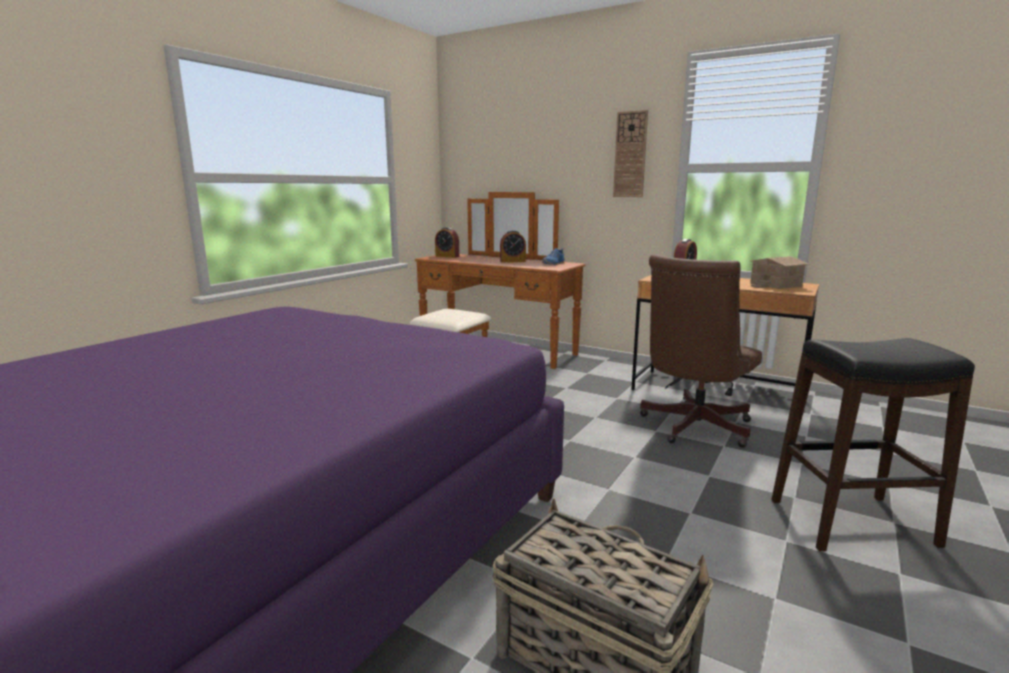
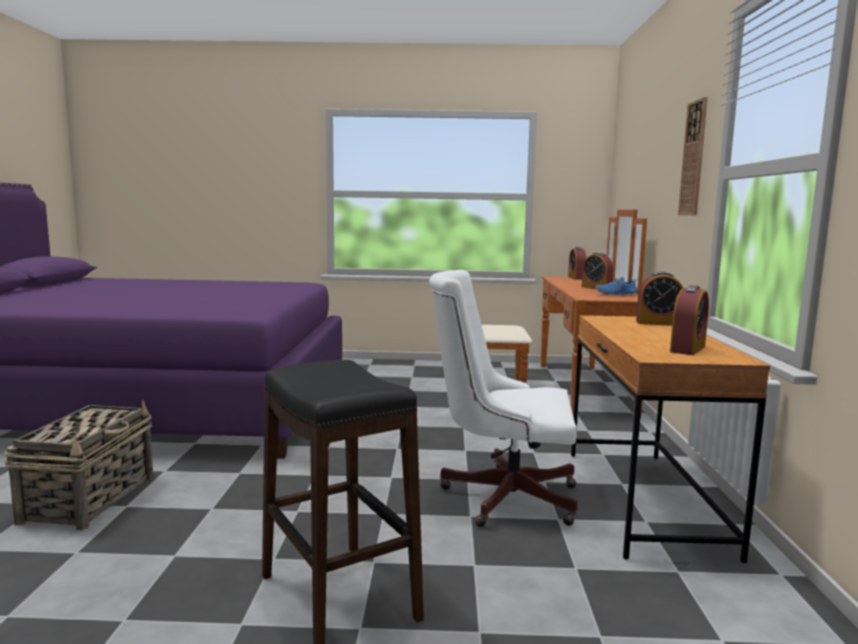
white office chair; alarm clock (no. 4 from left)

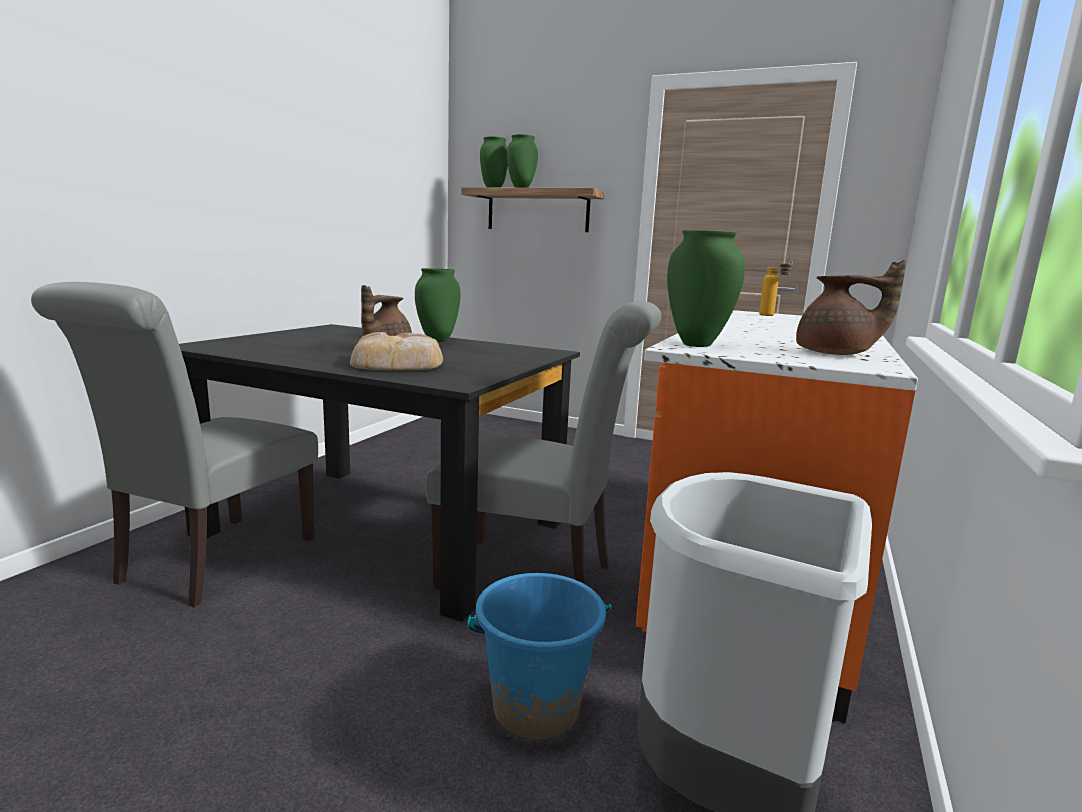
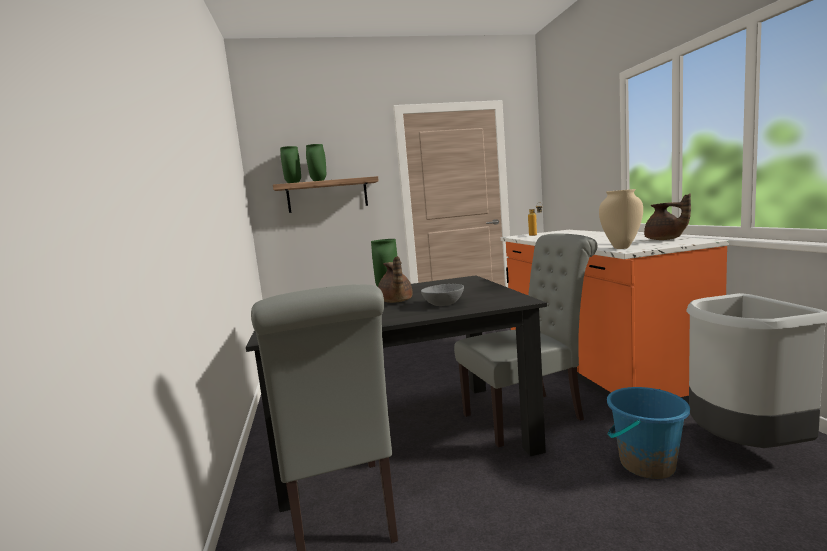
beige vase; brown teapot (no. 2 from left); grey bowl

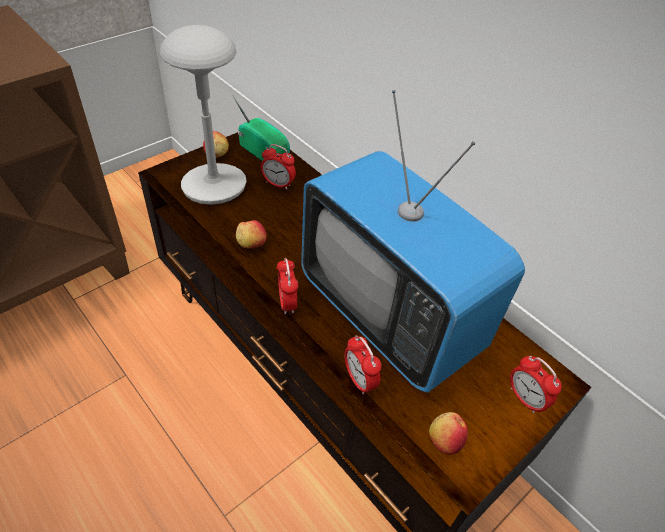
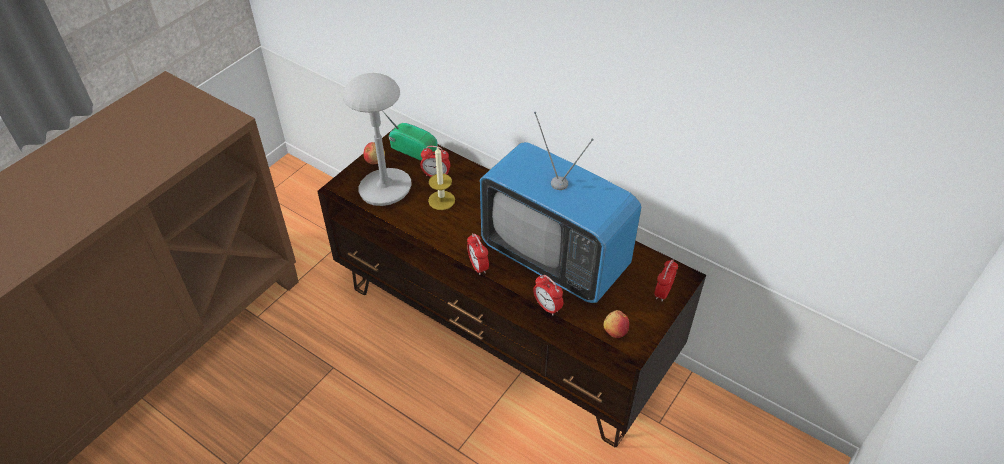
apple (no. 2 from left in the first image); alarm clock (no. 4 from left); candle

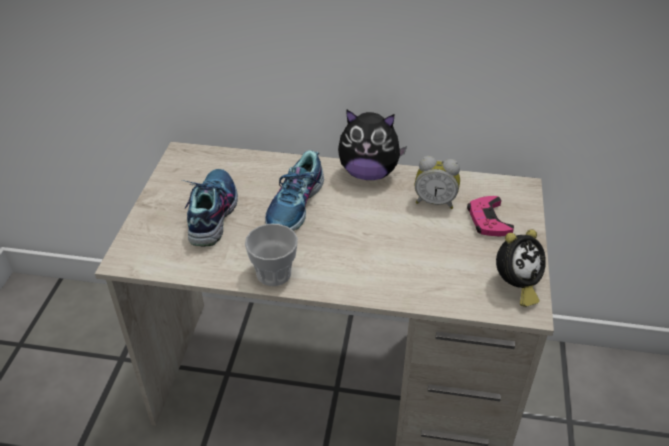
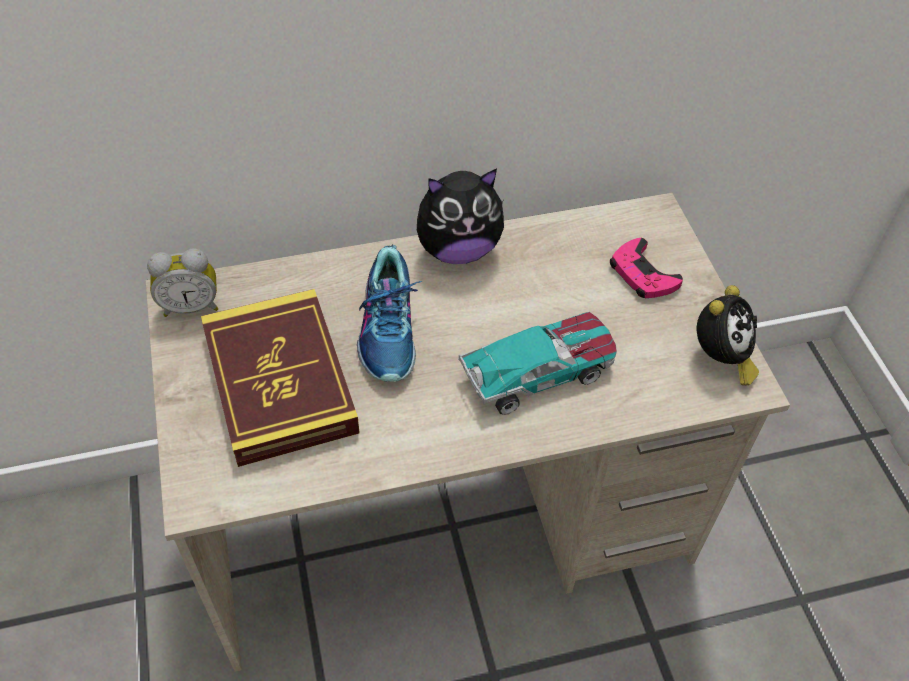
alarm clock (no. 1 from left); book; cup; toy car

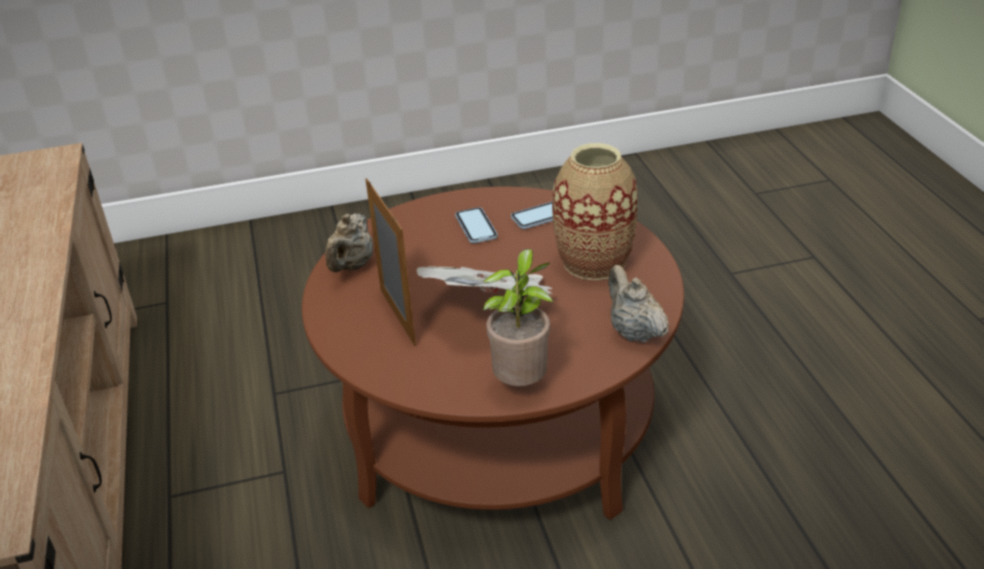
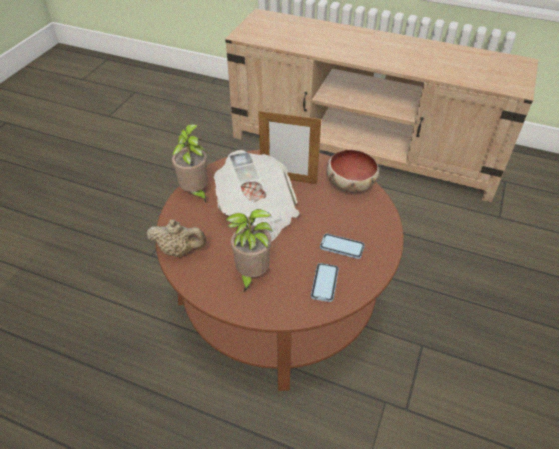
potted plant (no. 2 from left); bowl

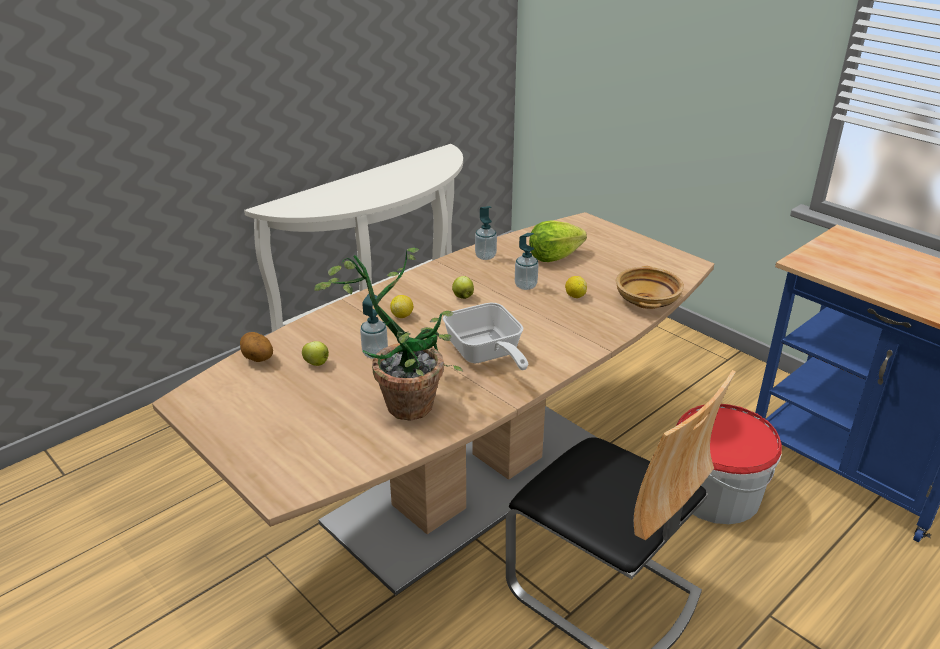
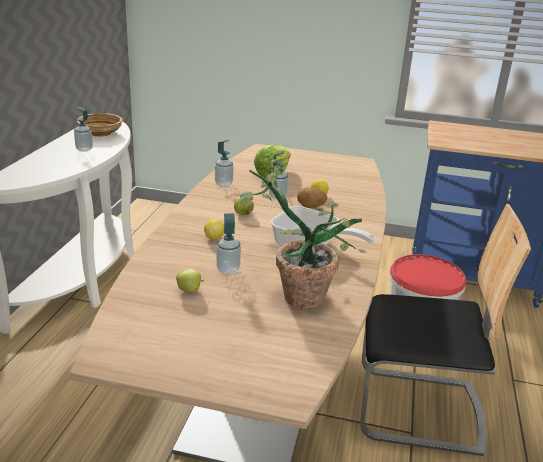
beige bowl; potato; soap dispenser (no. 1 from left)

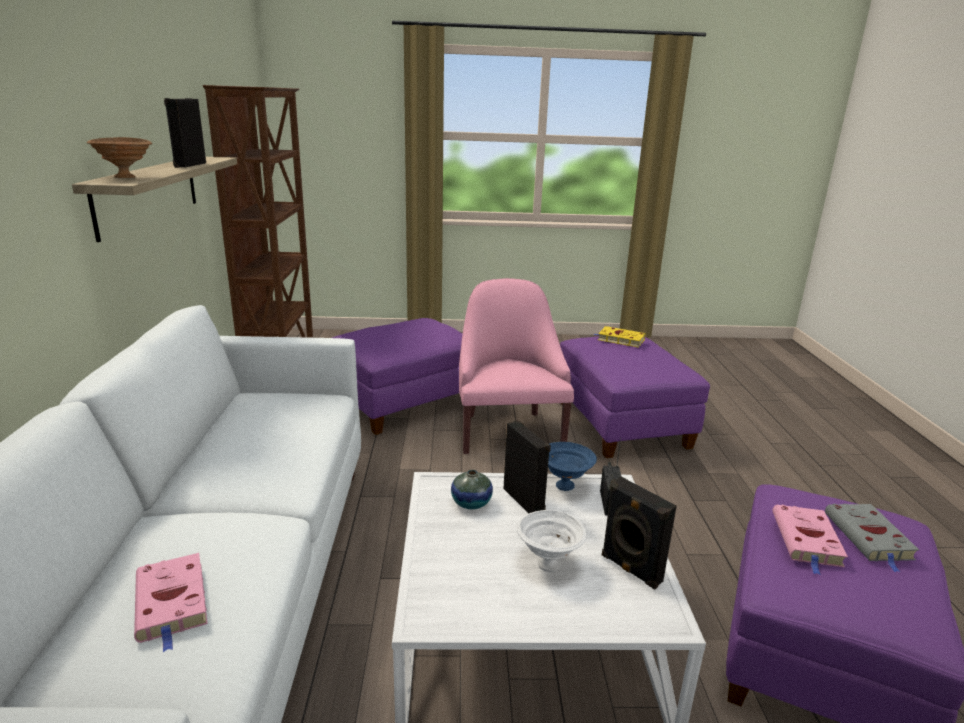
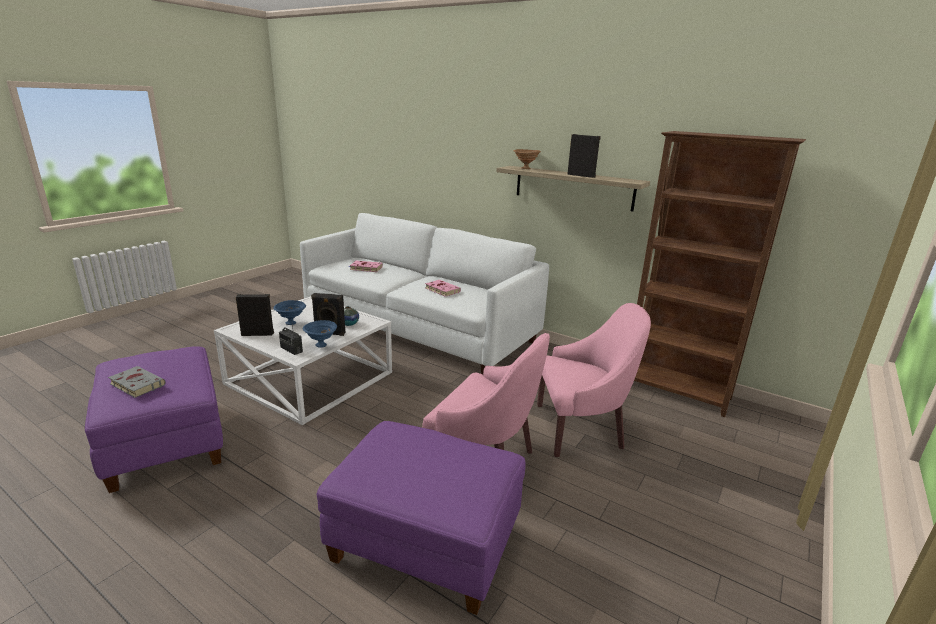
pink armchair (no. 2 from left); yellow book; pink book (no. 2 from left); blue bowl (no. 1 from left)

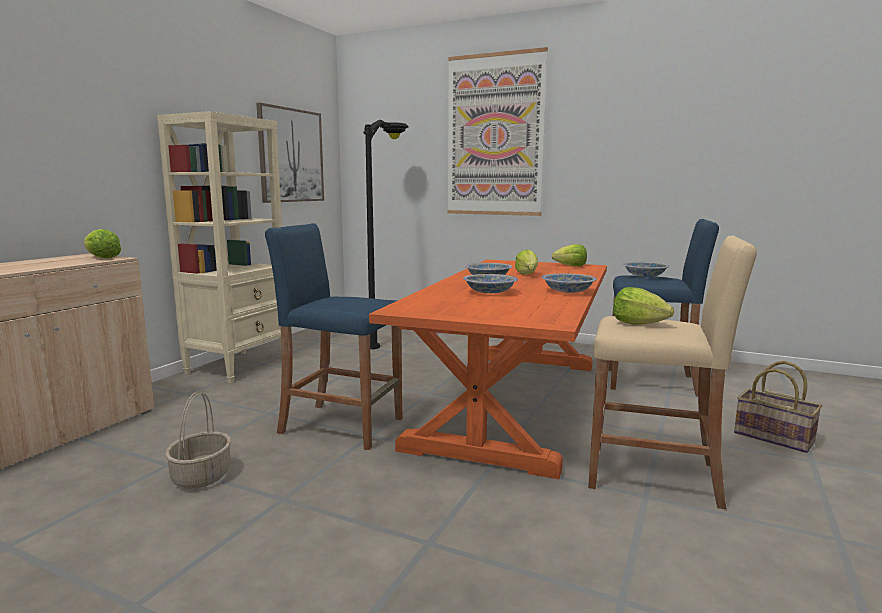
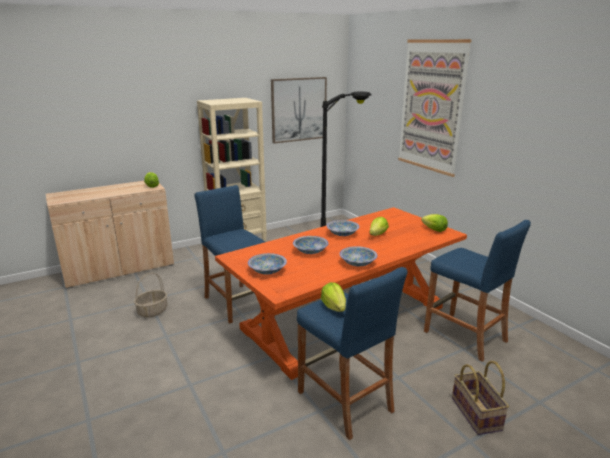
blue stool (no. 2 from left); bowl (no. 1 from left)

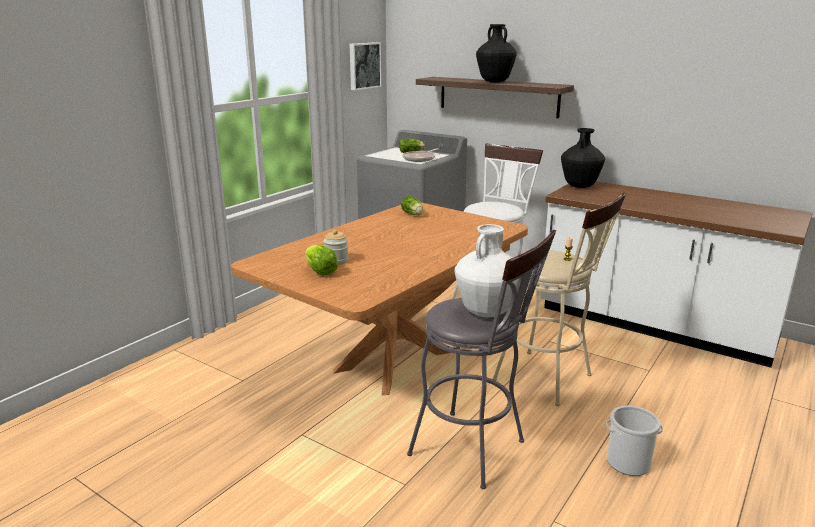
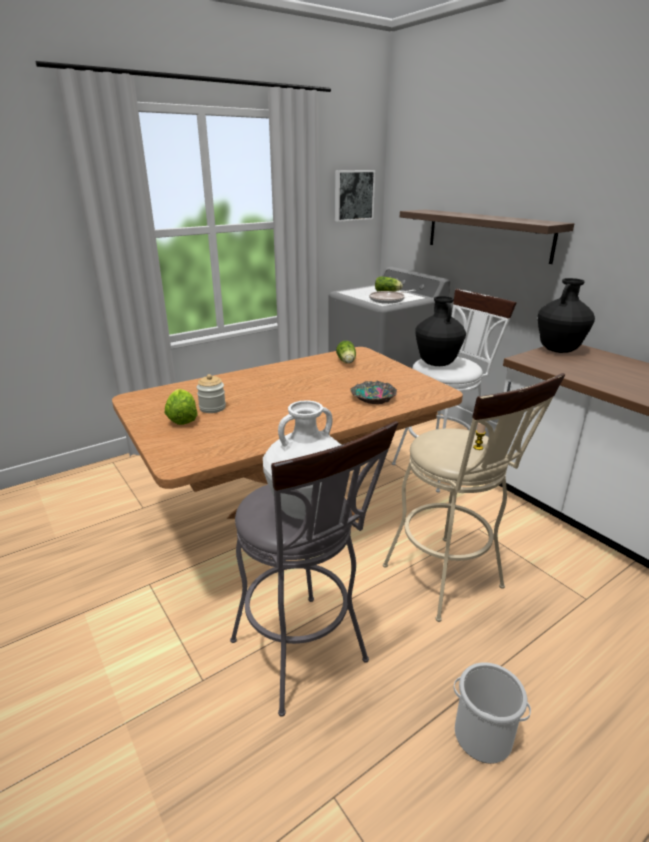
black vase (no. 1 from left); bowl

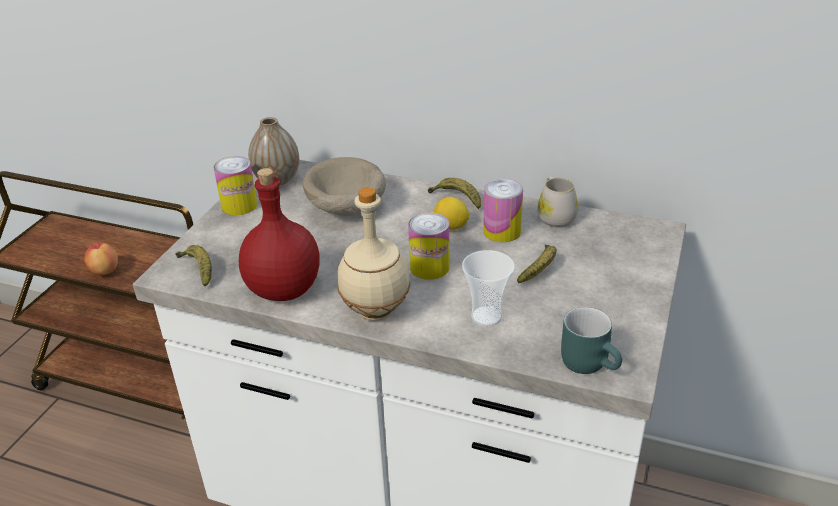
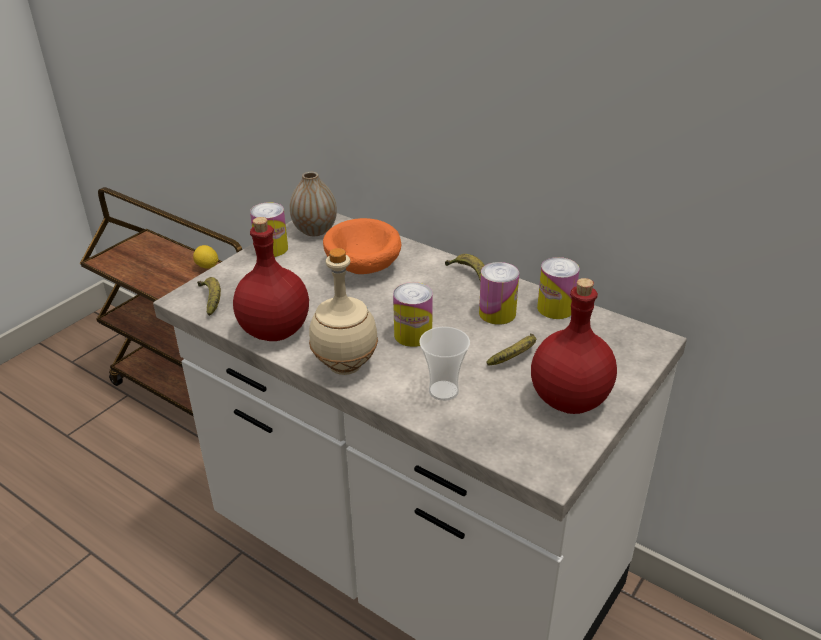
orange bowl; can (no. 4 from left); lemon; apple; turquoise mug; red bottle (no. 2 from left)

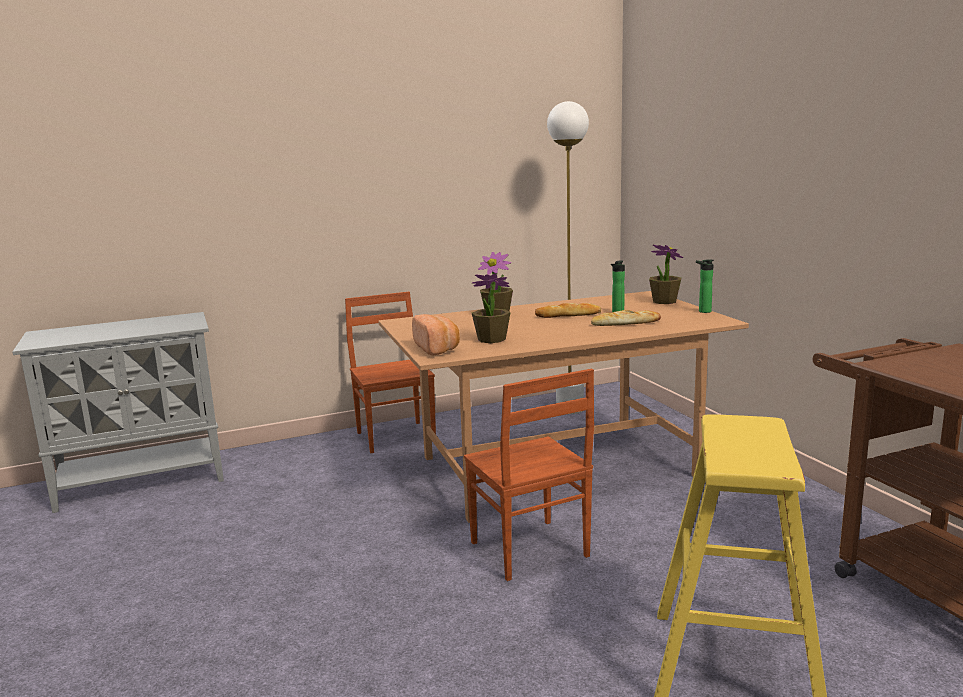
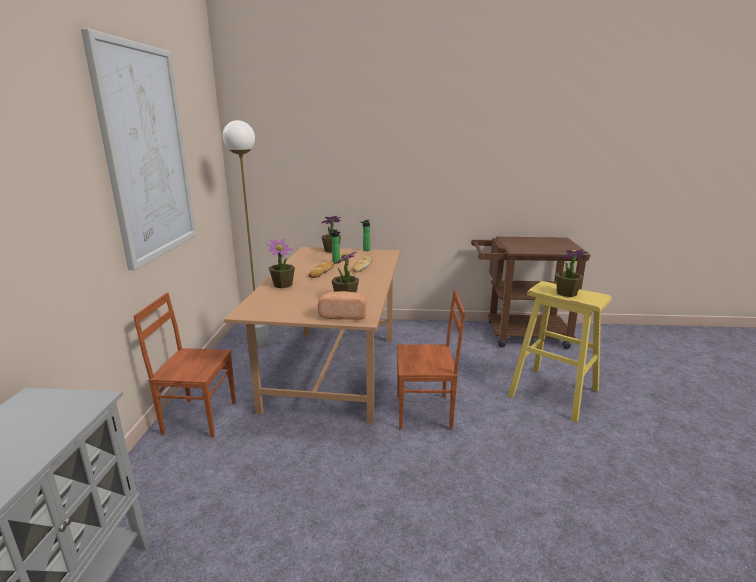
picture; potted plant (no. 4 from left)

